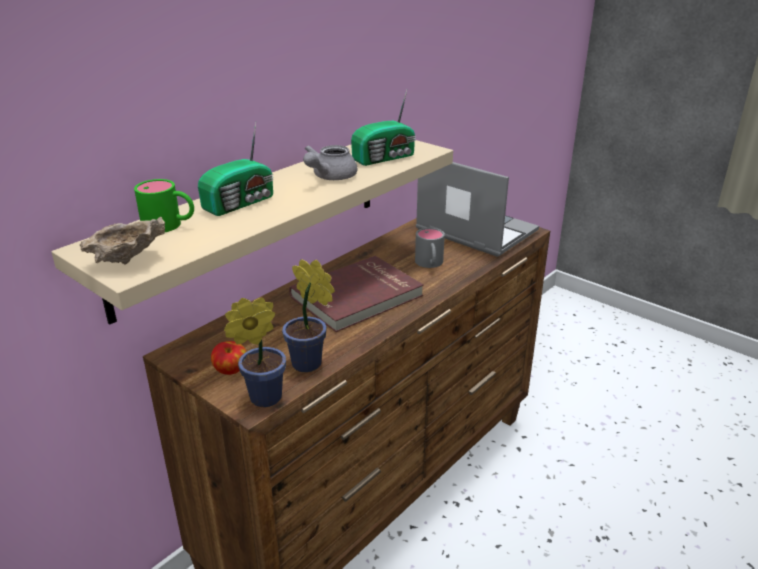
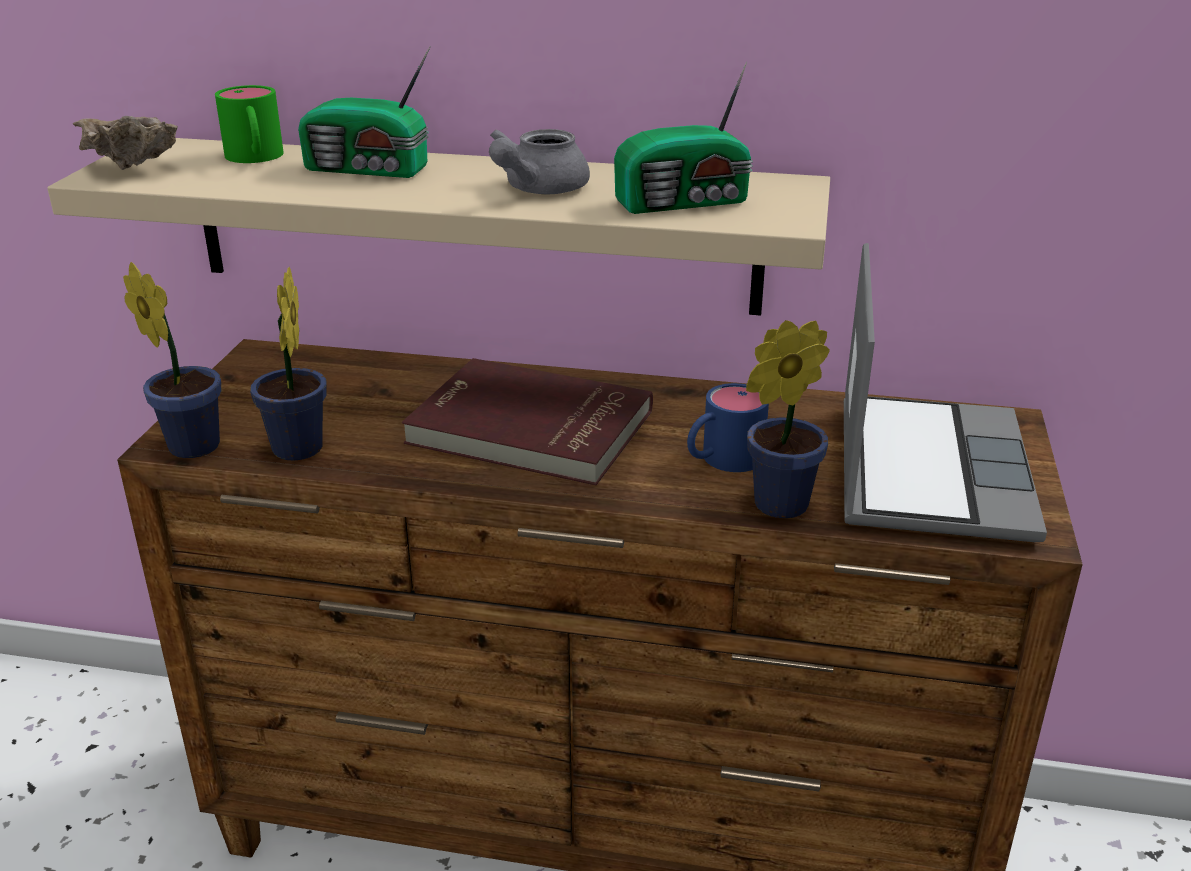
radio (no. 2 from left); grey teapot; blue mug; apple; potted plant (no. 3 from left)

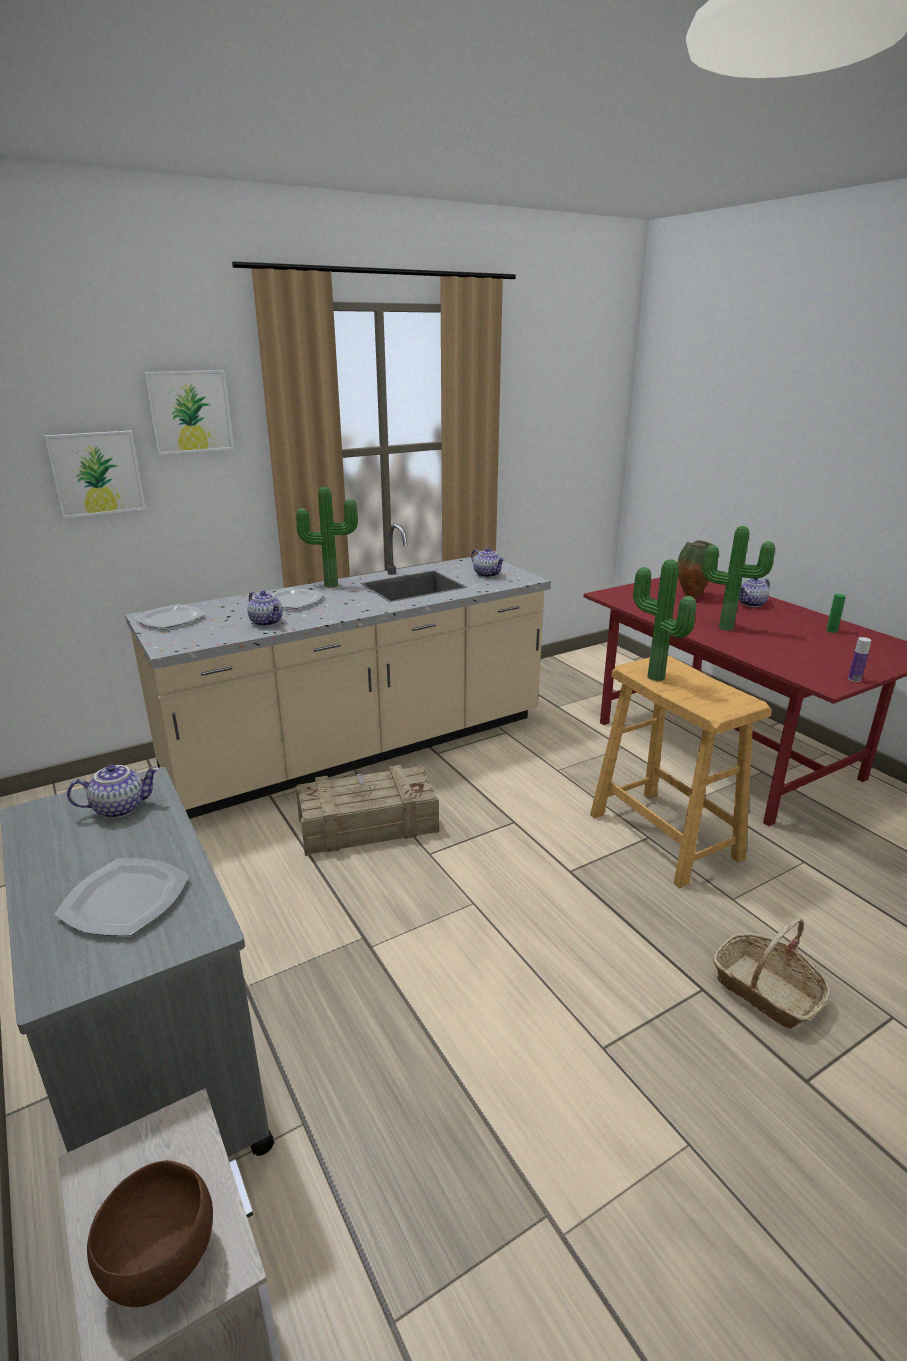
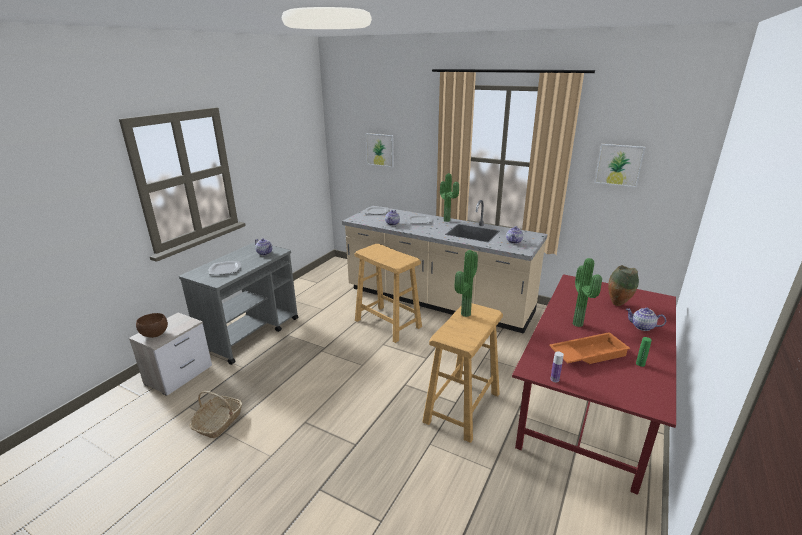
picture (no. 2 from left); beige stool (no. 1 from left); basket; orange tray

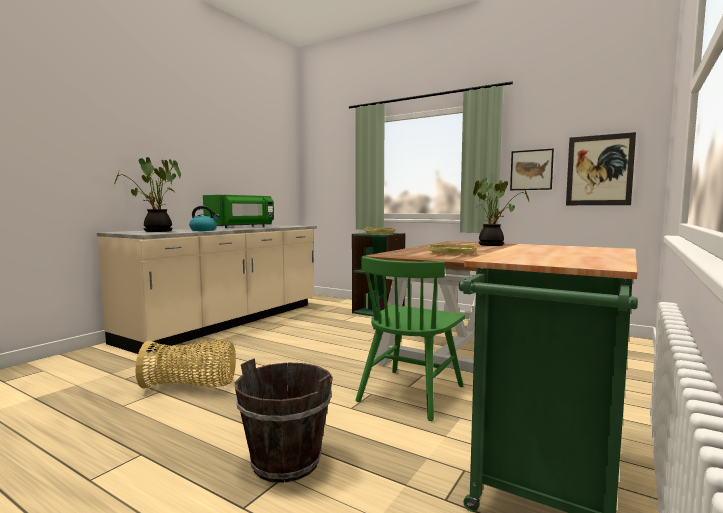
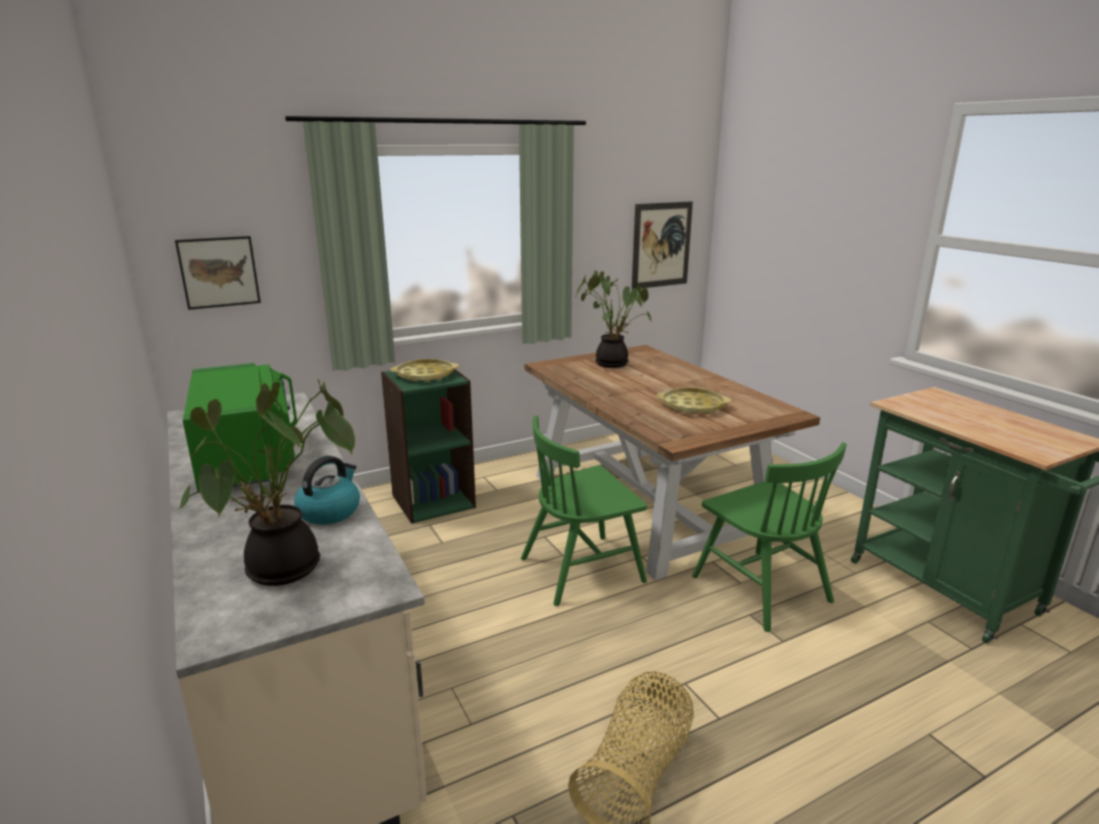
picture (no. 1 from left); brown bucket; green chair (no. 1 from left)

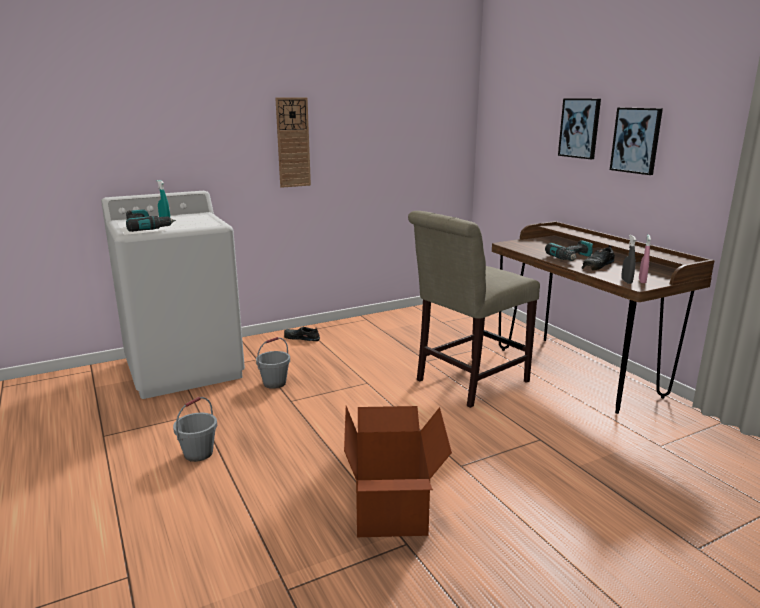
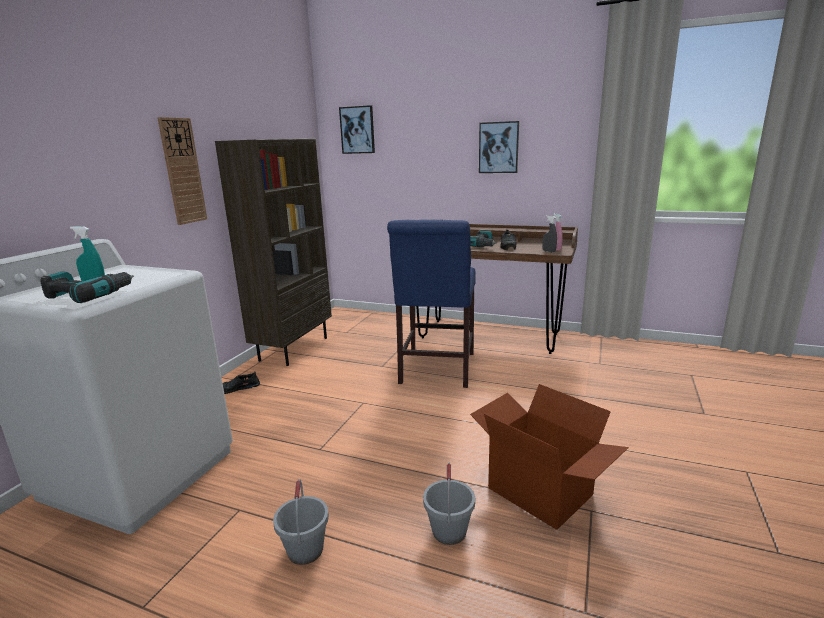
picture (no. 1 from left); blue chair; grey bucket (no. 2 from left); brown bookcase

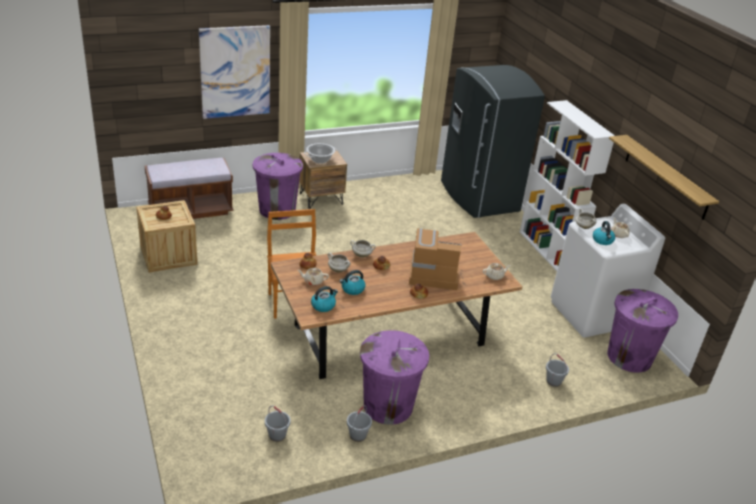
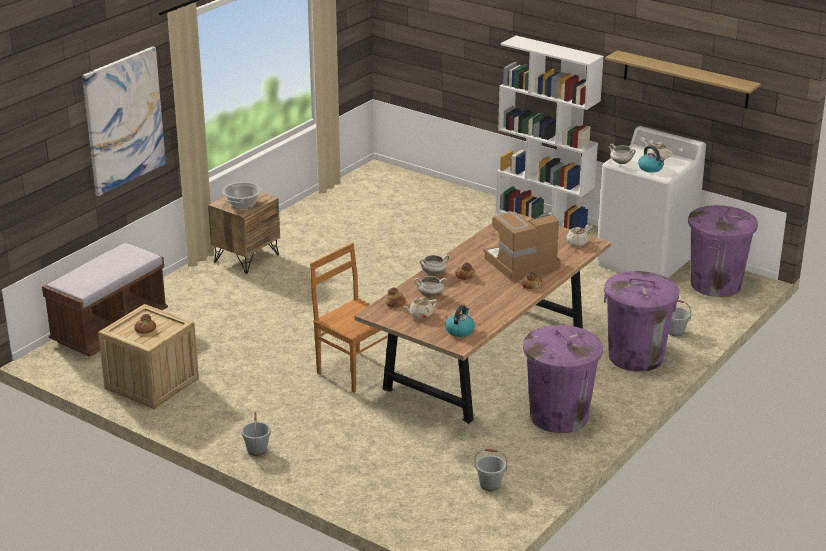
grey fridge; purple trash can (no. 2 from left); kettle (no. 2 from left in the first image); grey bucket (no. 1 from left)

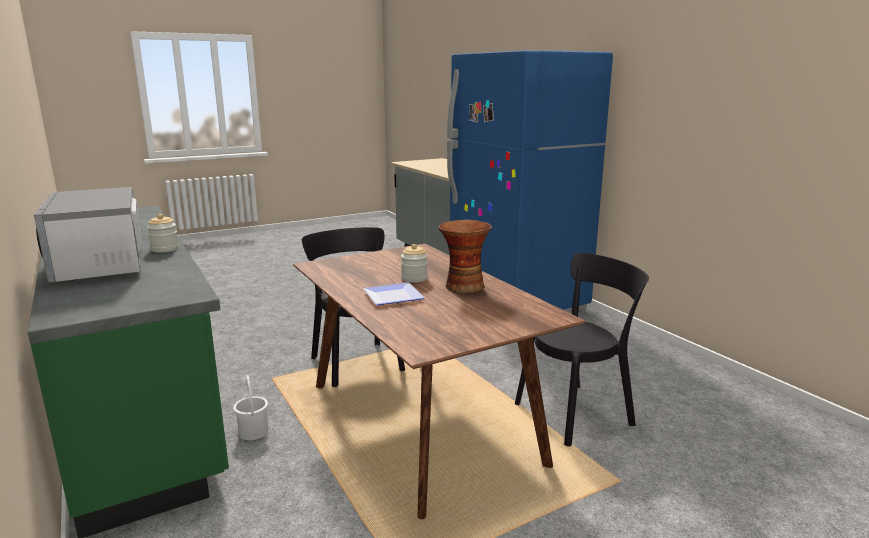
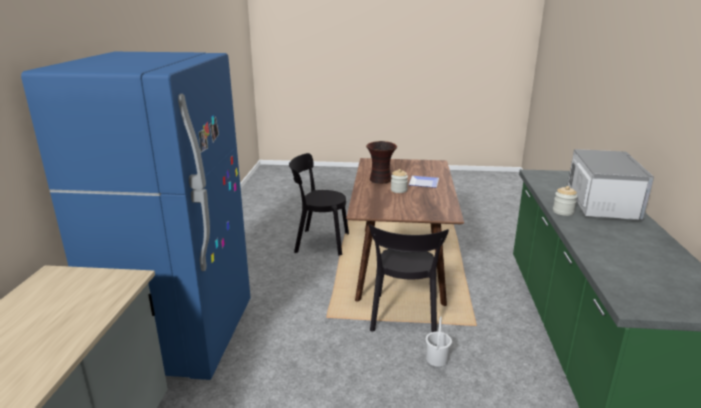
white bucket

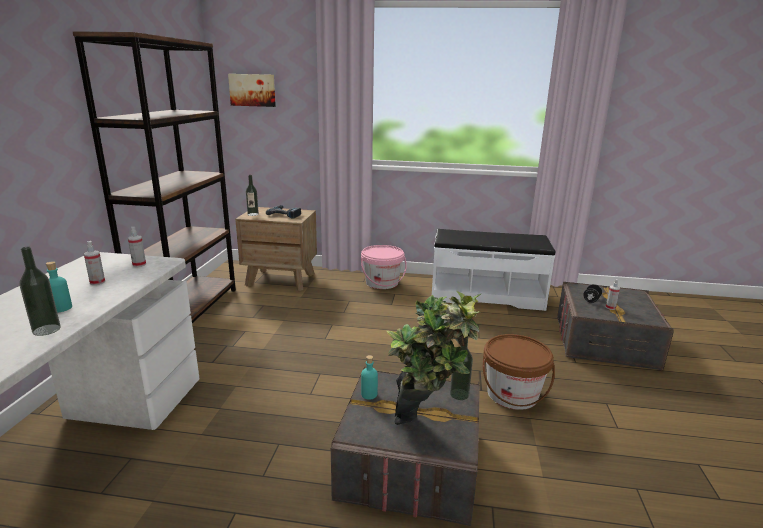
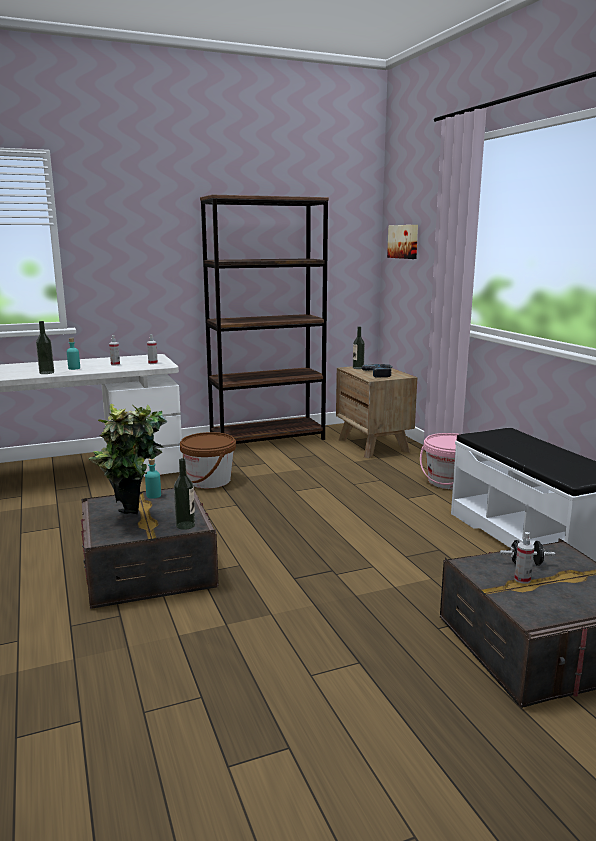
brown bucket

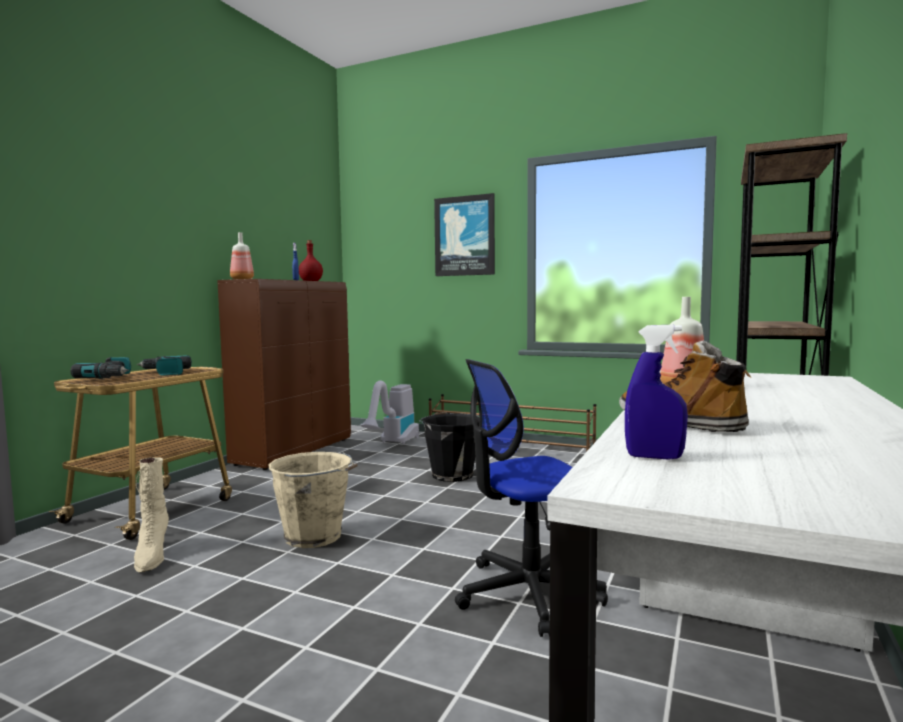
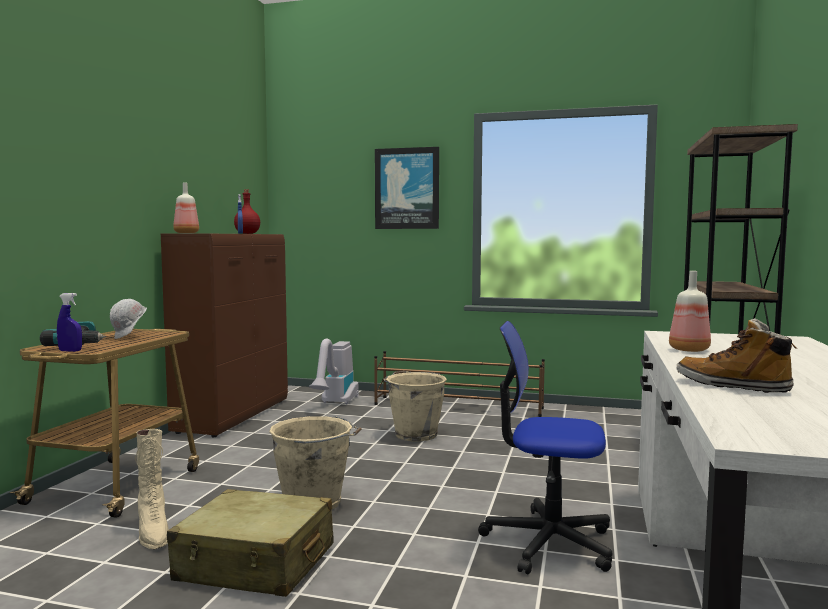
blue spray bottle (no. 1 from left); white hard hat; office chair; beige bucket (no. 2 from left); beige suitcase

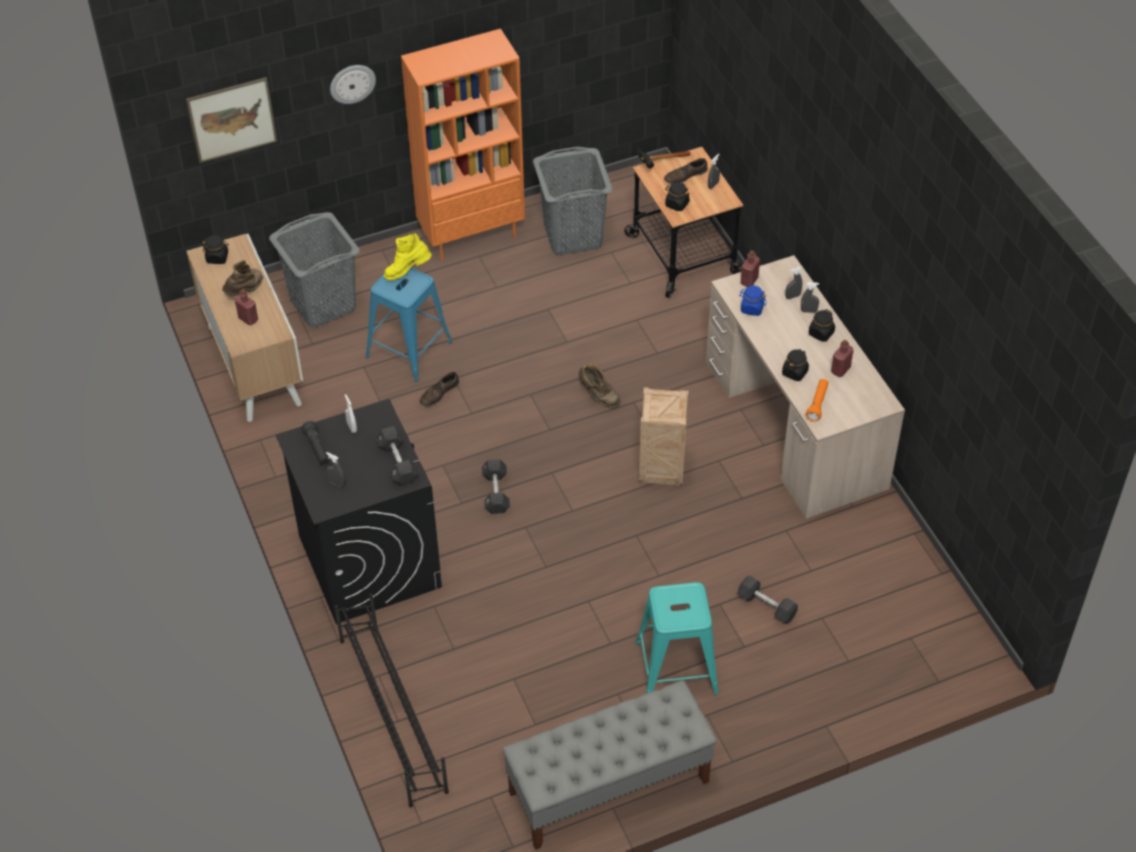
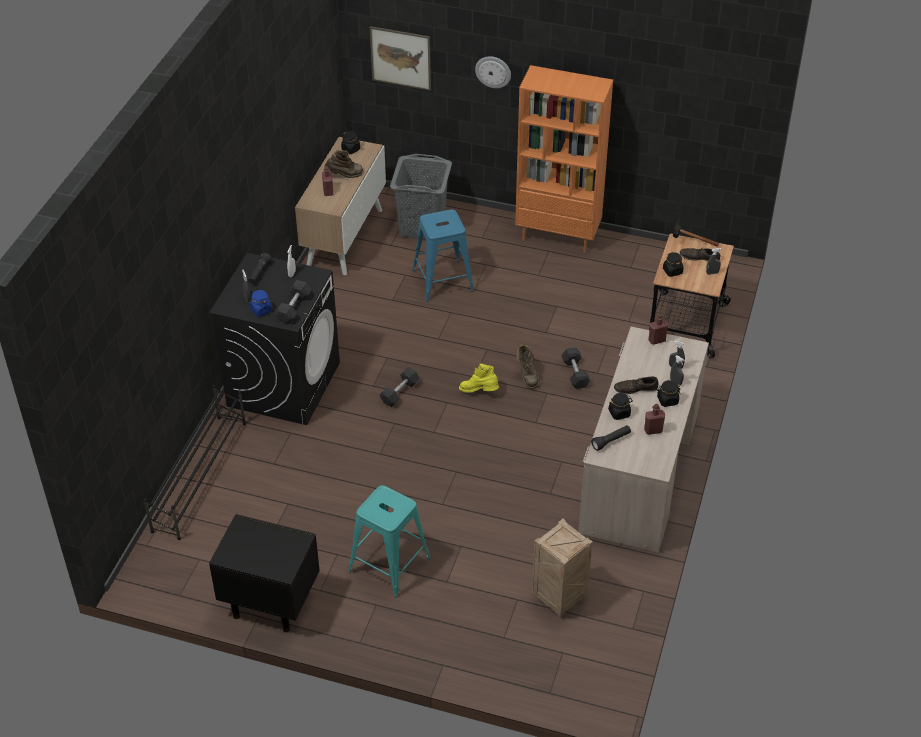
grey laundry basket (no. 2 from left in the first image); yellow boot; blue jar; brown shoe (no. 1 from left); black flashlight (no. 2 from left); crate; black dumbbell (no. 3 from left); black nightstand

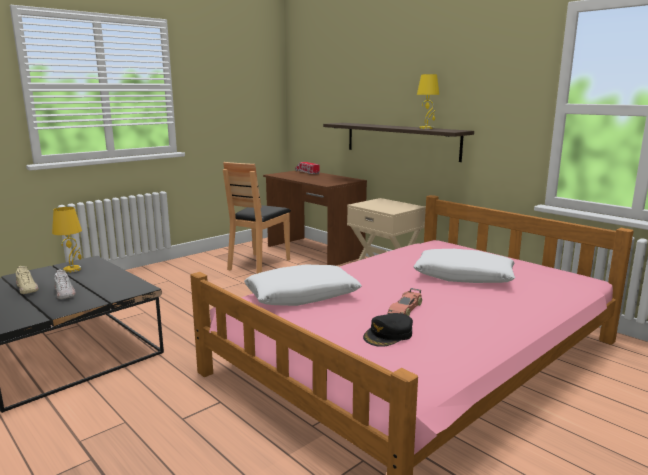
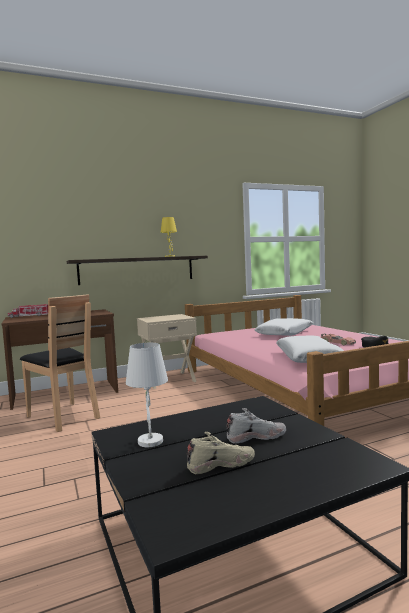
white table lamp

